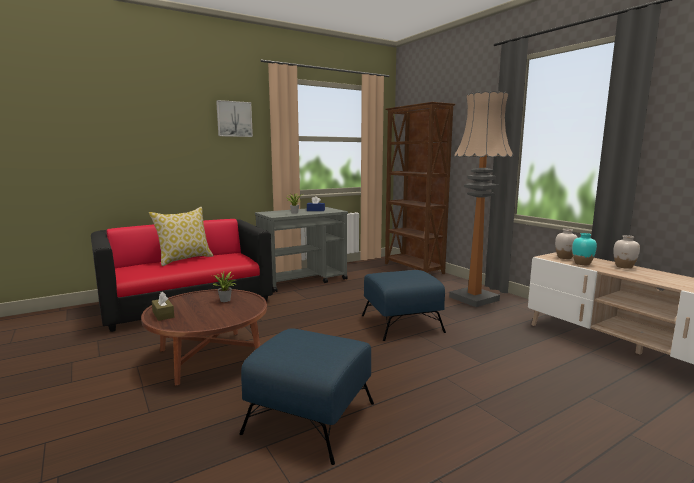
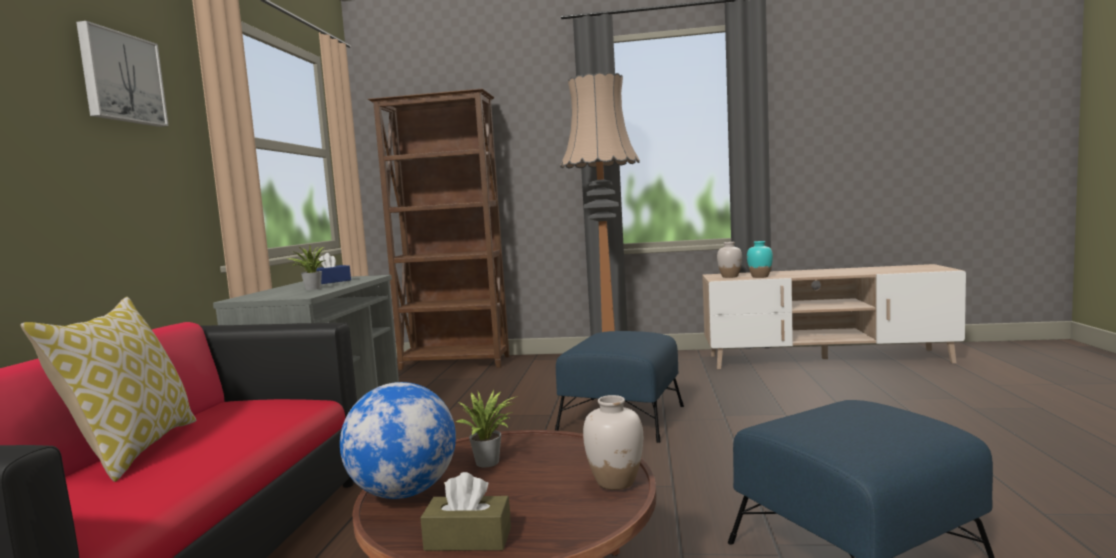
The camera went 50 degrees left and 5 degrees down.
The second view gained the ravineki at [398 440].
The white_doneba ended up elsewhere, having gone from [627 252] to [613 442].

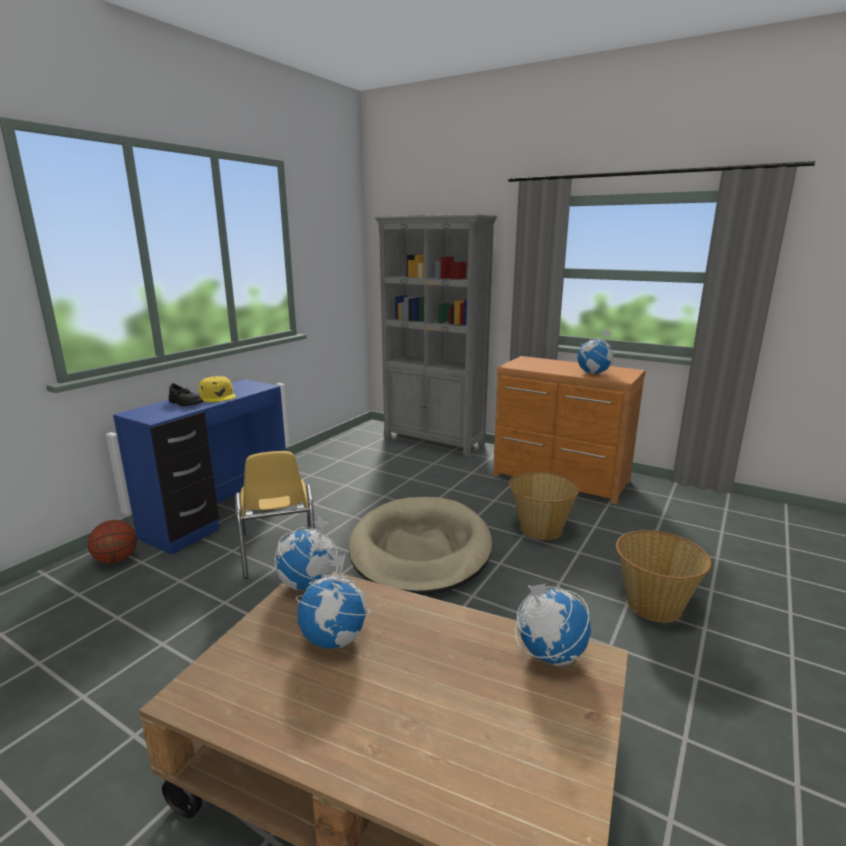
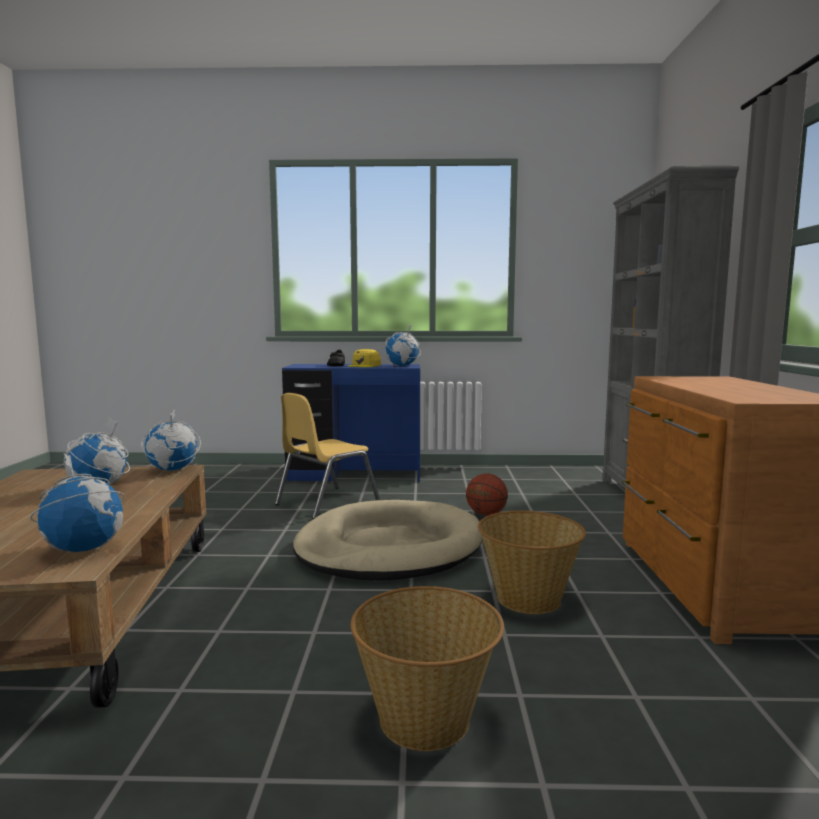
The camera went 60 degrees right and 10 degrees down.
The ravineki ended up elsewhere, having gone from [595 351] to [403 344].
The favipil ended up elsewhere, having gone from [112 542] to [487 494].

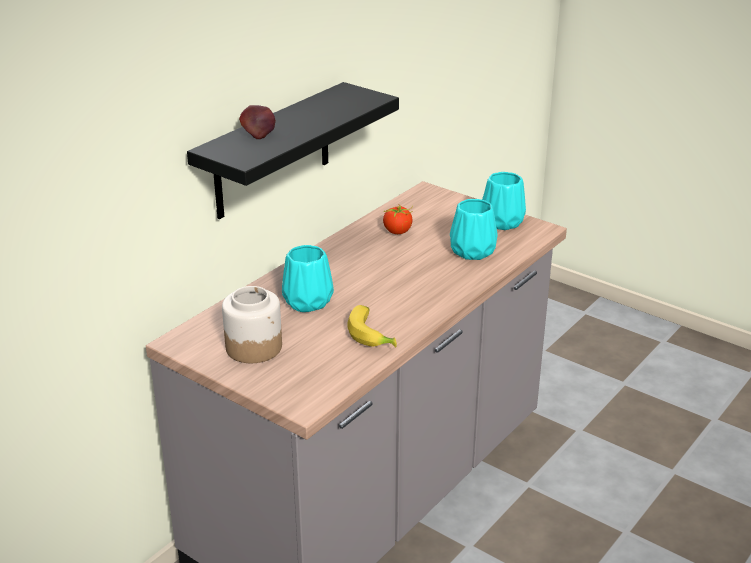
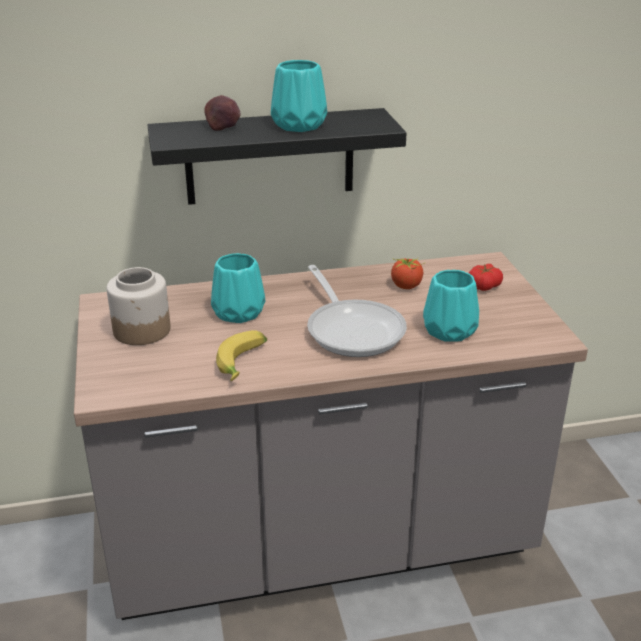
The camera went 40 degrees right and 0 degrees up.
The turquoise_doneba ended up elsewhere, having gone from [504 201] to [299 96].
The second view gained the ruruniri at [357 311].
The second view gained the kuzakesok at [486 277].

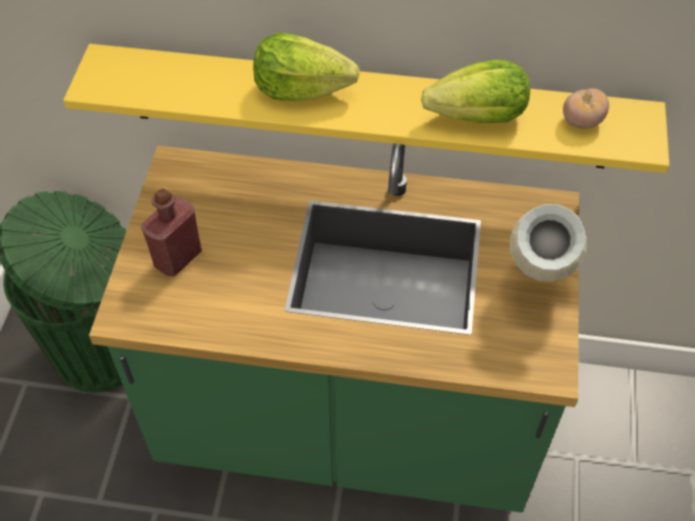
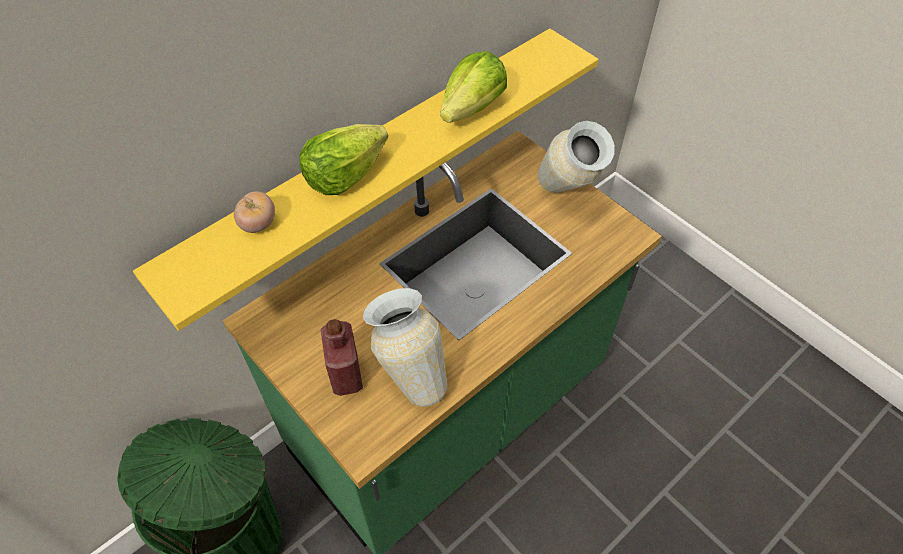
The camera went 50 degrees left and 0 degrees up.
The kuzakesok ended up elsewhere, having gone from [586 108] to [254 212].
The second view gained the doneba at [405 347].

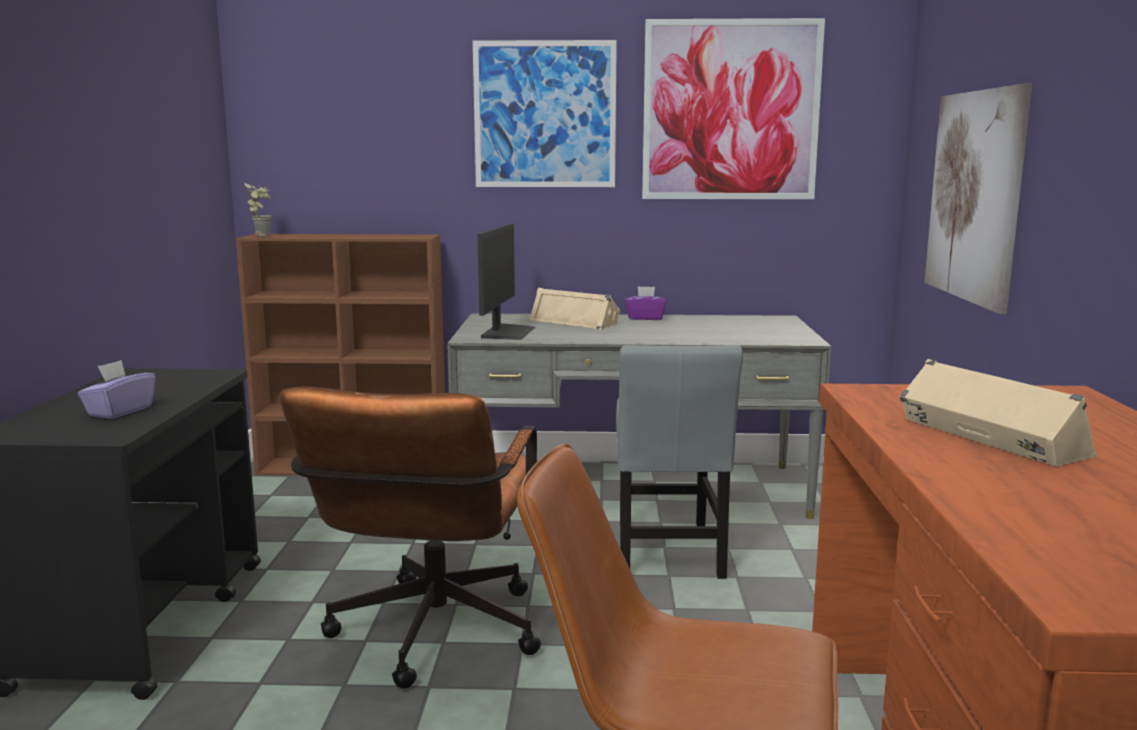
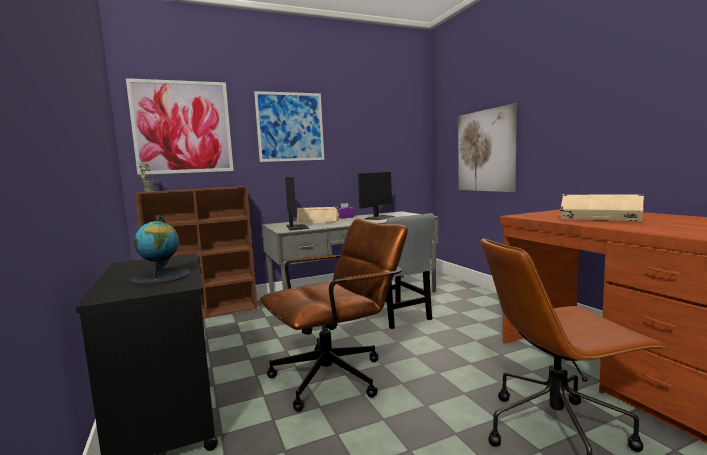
The camera went 25 degrees left and 5 degrees down.
The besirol ended up elsewhere, having gone from [733 108] to [180 126].
Where the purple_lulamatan stood at [116 389], the ravineki came to stand at [160 250].
The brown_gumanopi at [410 538] ended up facing another way, 105 degrees counterclockwise from before.
The second view gained the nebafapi at [377 196].

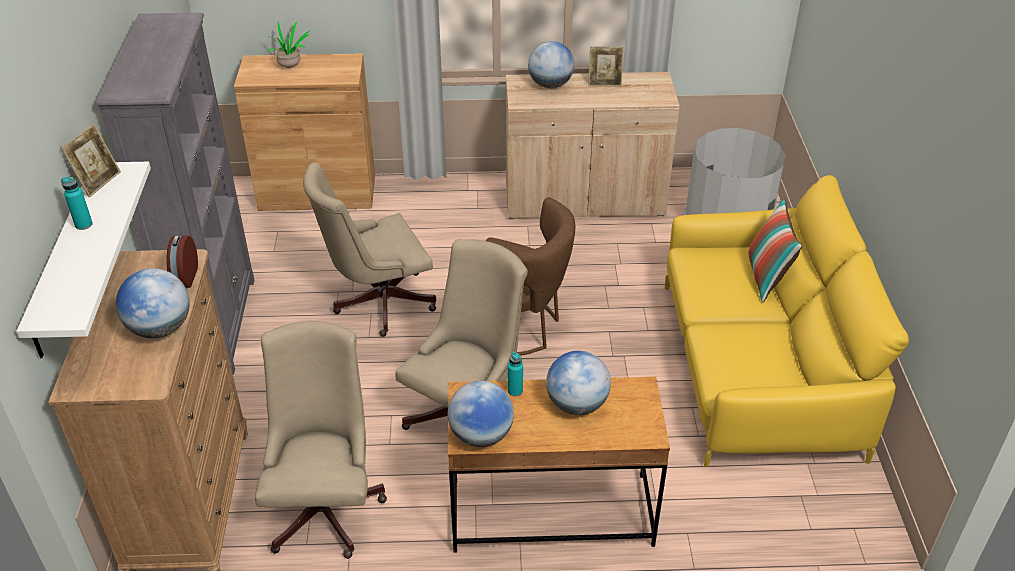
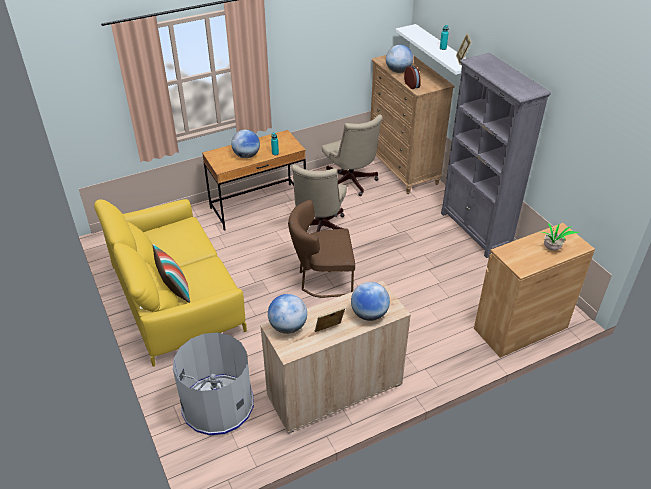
The camera went 155 degrees right and 0 degrees up.
The ravineki ended up elsewhere, having gone from [481 414] to [287 314].
The second view lost the beige_gumanopi at [369 249].

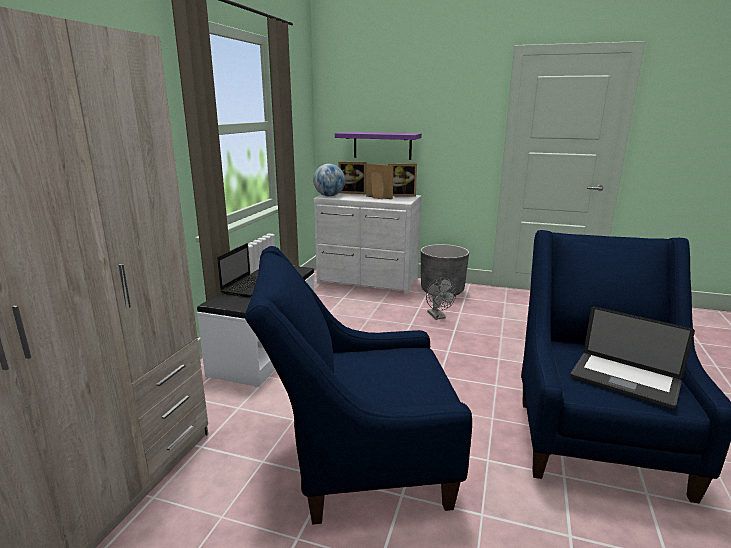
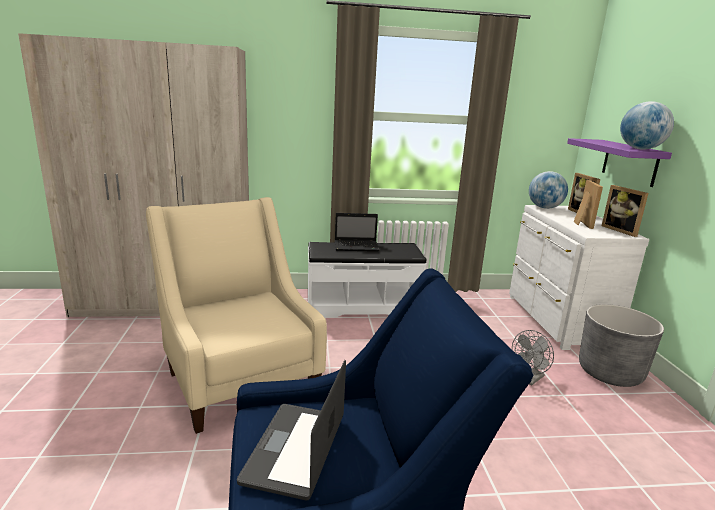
The camera went 65 degrees right and 0 degrees up.
What was the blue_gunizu at [358 385] turned into the beige_gunizu at [236 315].
The second view gained the ravineki at [647 125].

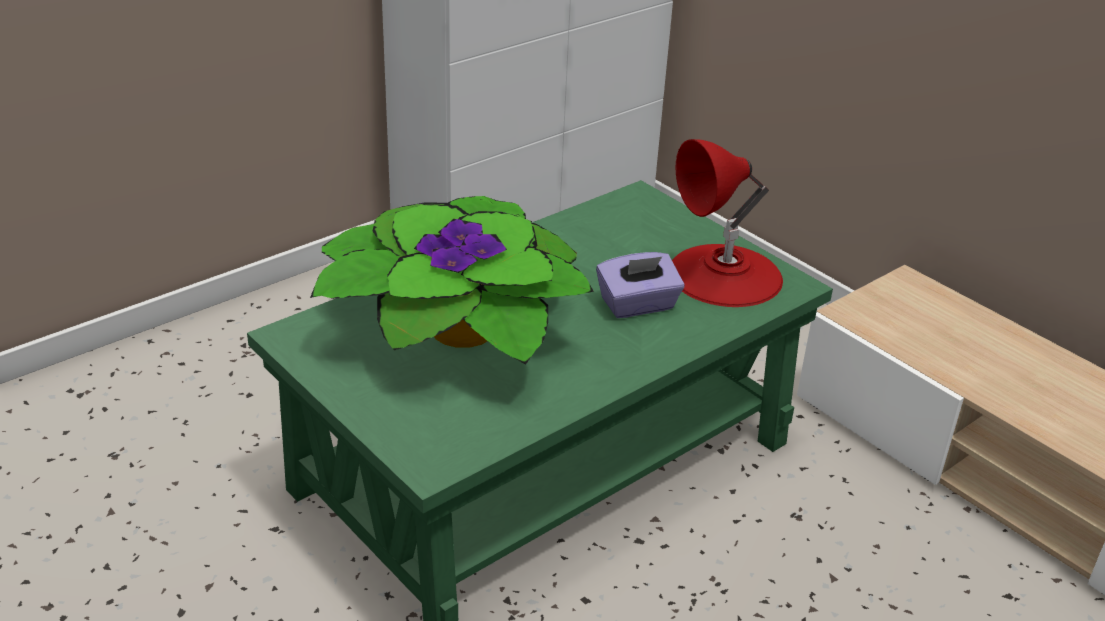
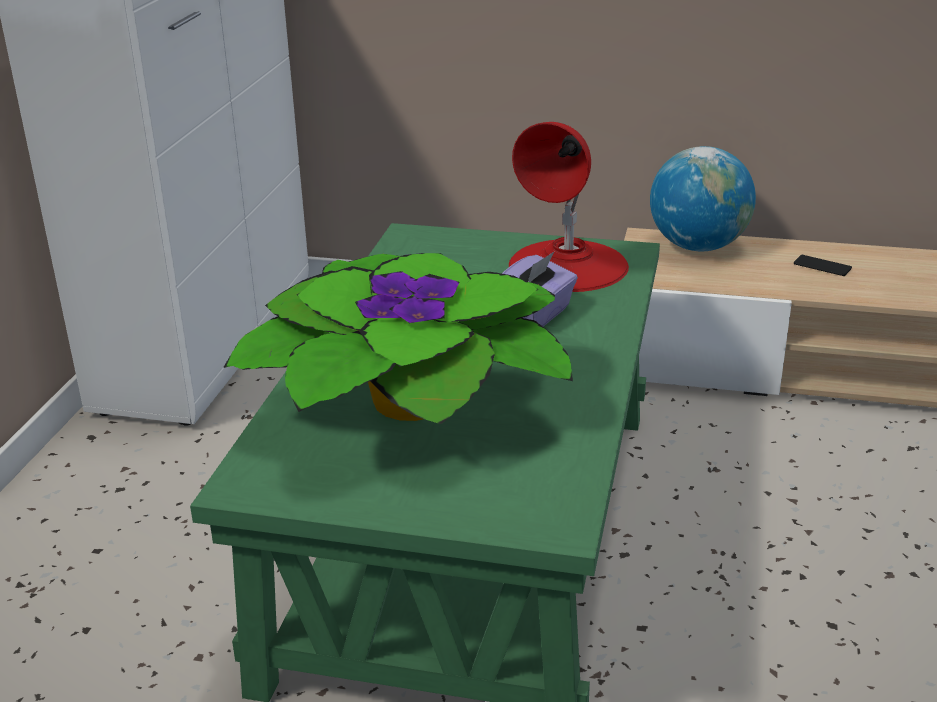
The camera went 35 degrees left and 5 degrees down.
The second view gained the ravineki at [703 198].
The second view gained the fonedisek at [823 265].

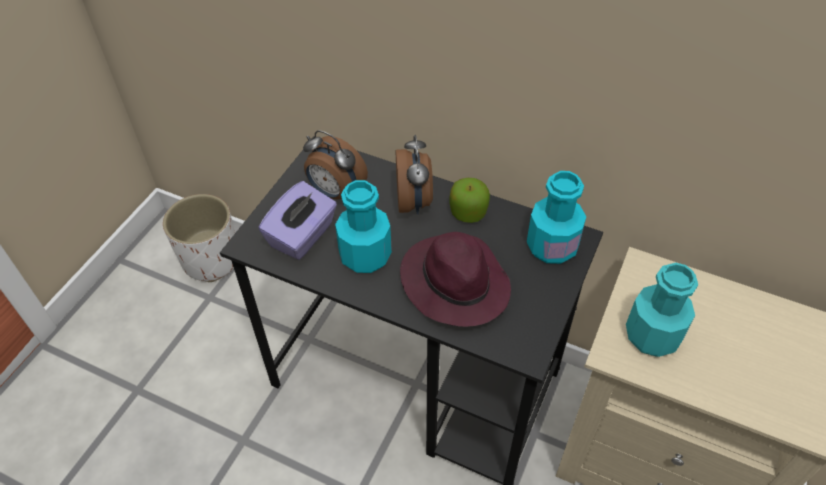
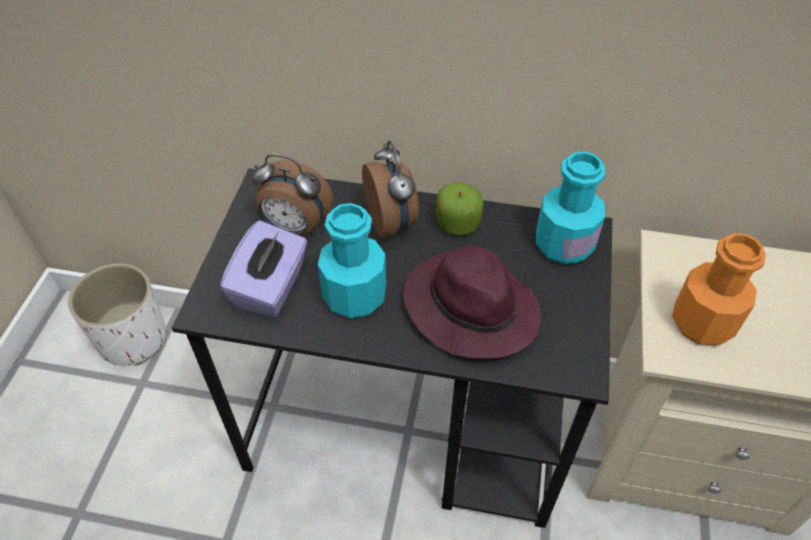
The camera went 15 degrees left and 0 degrees up.
What was the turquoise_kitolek at [662 310] turned into the orange_kitolek at [719 289].

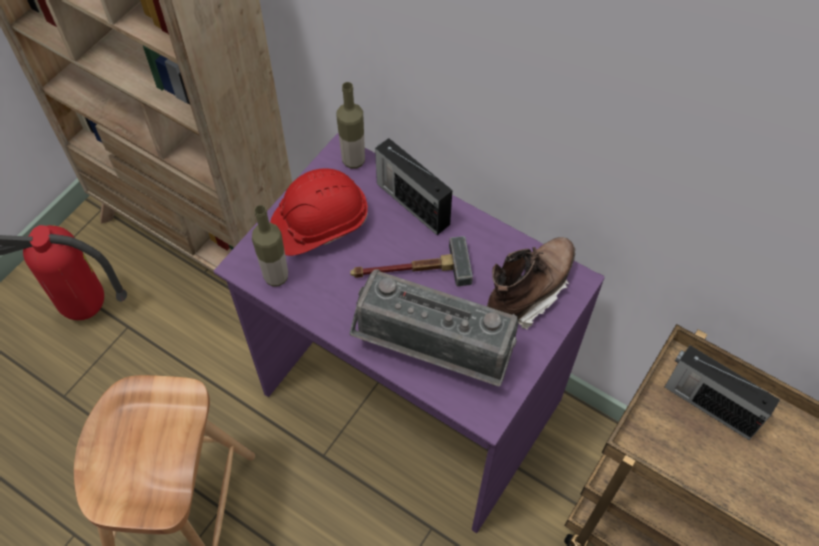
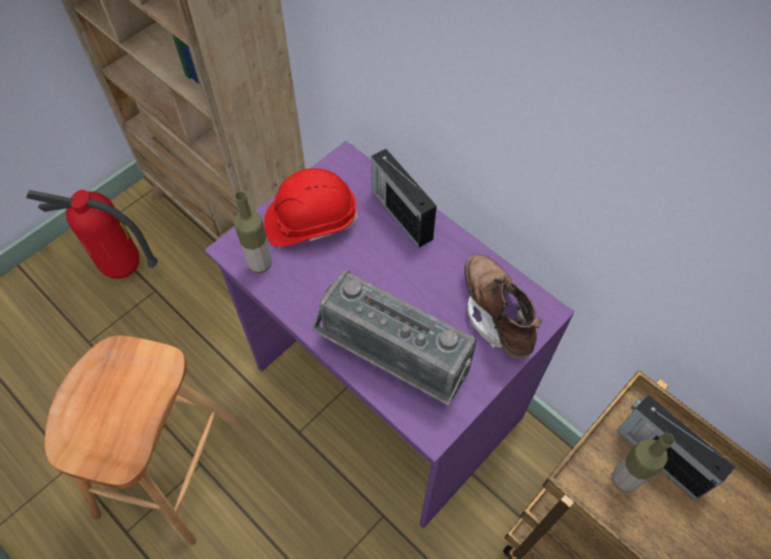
The camera went 10 degrees right and 0 degrees up.
The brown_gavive at [531 283] ended up facing another way, 75 degrees counterclockwise from before.
The kitolek ended up elsewhere, having gone from [351 125] to [643 462].
The second view lost the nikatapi at [411 261].

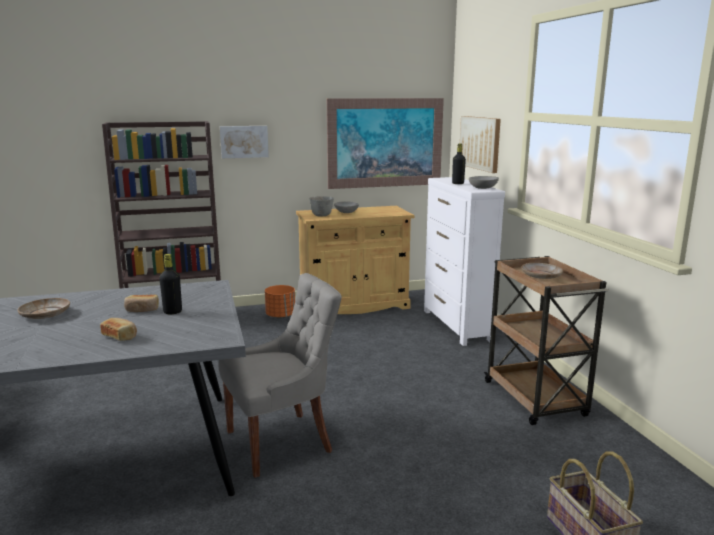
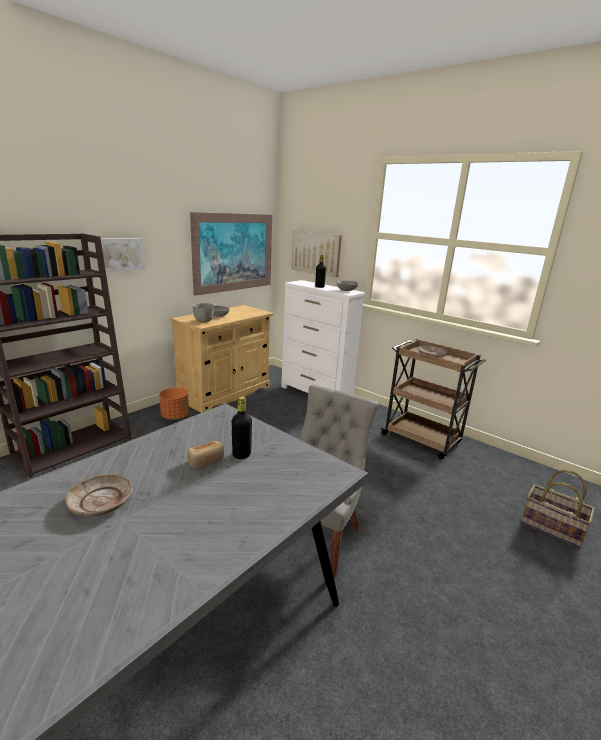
The camera went 35 degrees left and 5 degrees up.
The second view lost the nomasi at [118 329].

